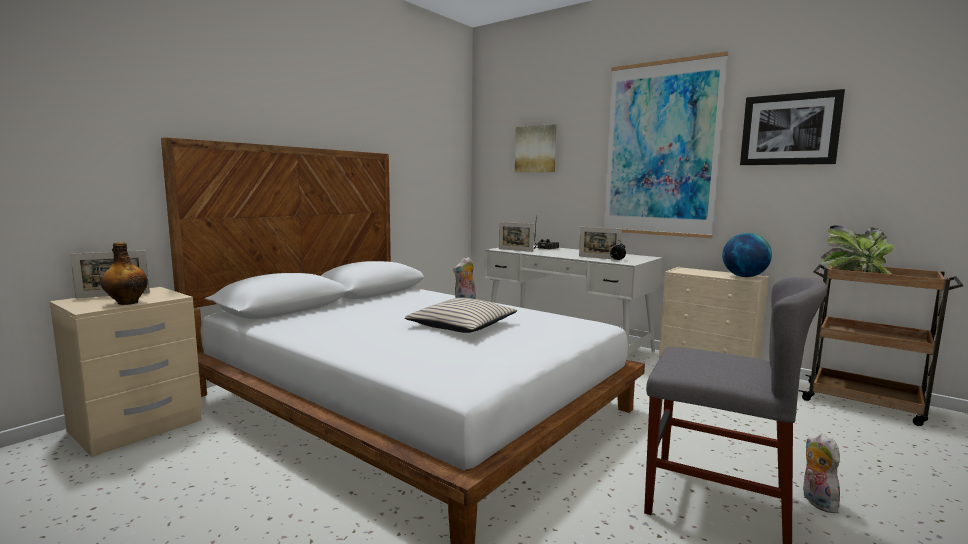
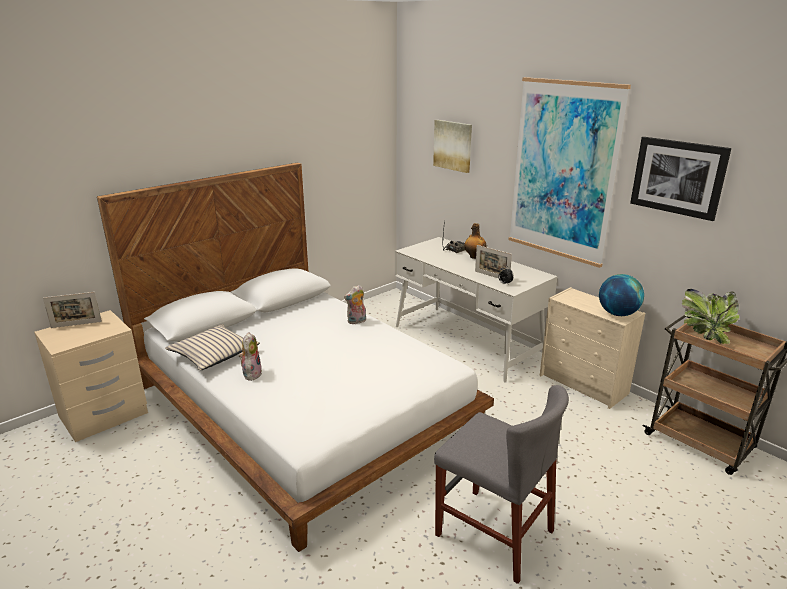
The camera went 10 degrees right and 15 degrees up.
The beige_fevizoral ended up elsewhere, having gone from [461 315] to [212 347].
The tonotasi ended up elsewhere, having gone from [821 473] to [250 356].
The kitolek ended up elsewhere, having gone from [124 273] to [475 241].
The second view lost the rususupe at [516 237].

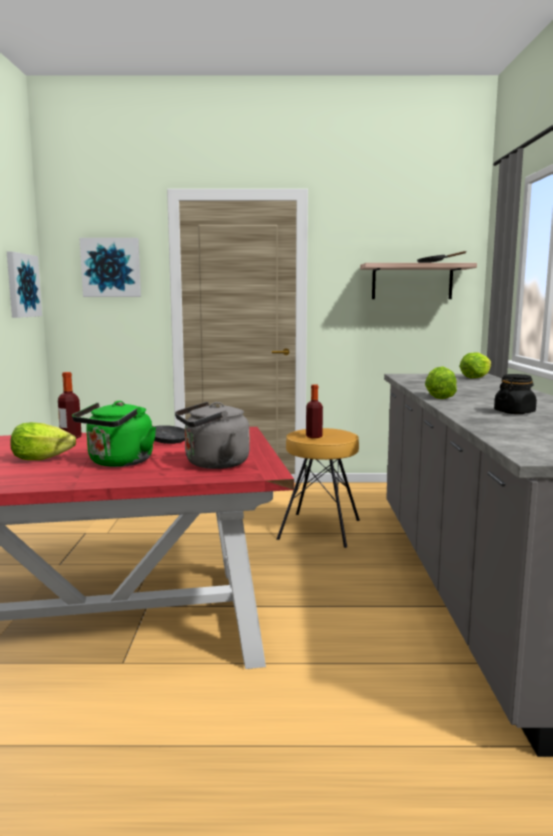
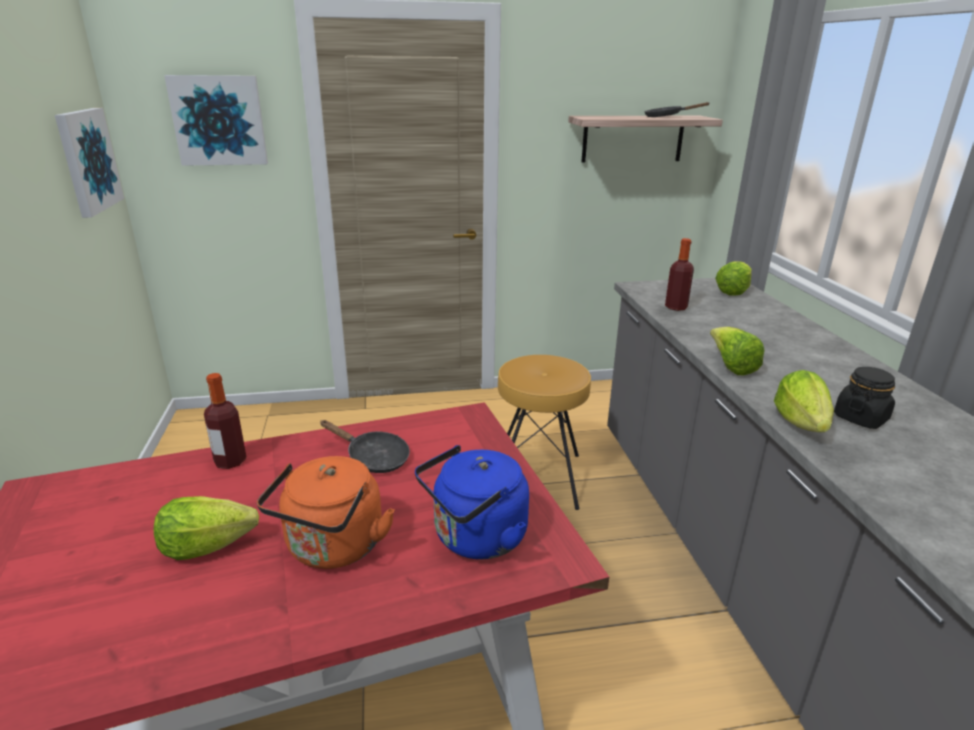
The camera went 10 degrees left and 15 degrees up.
What was the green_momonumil at [114 434] turned into the orange_momonumil at [326 512].
What was the grey_momonumil at [212 435] turned into the blue_momonumil at [472 502].
The kitolek ended up elsewhere, having gone from [314 411] to [679 274].
The second view gained the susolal at [804 401].

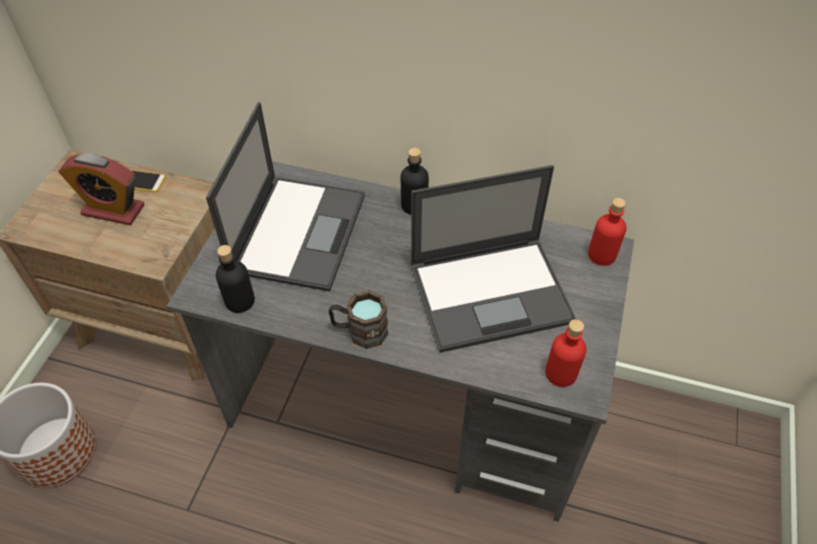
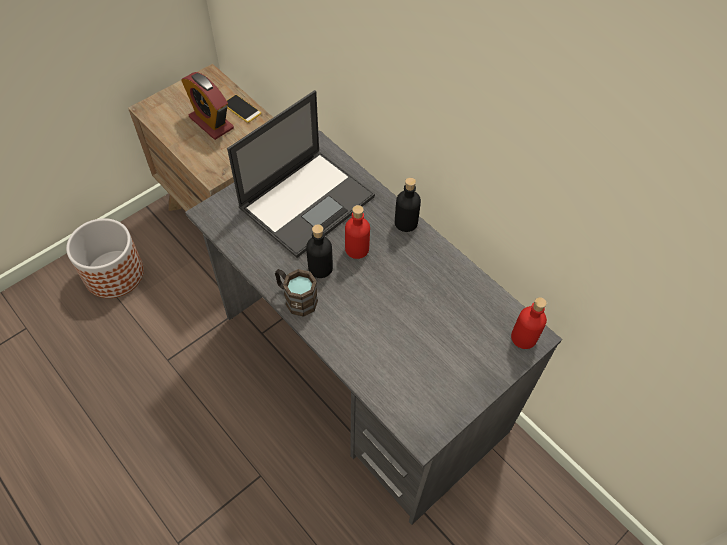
The camera went 30 degrees right and 5 degrees up.
The black_kitolek ended up elsewhere, having gone from [235 279] to [319 251].
The red_kitolek ended up elsewhere, having gone from [565 353] to [357 232].
The second view lost the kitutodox at [493 259].

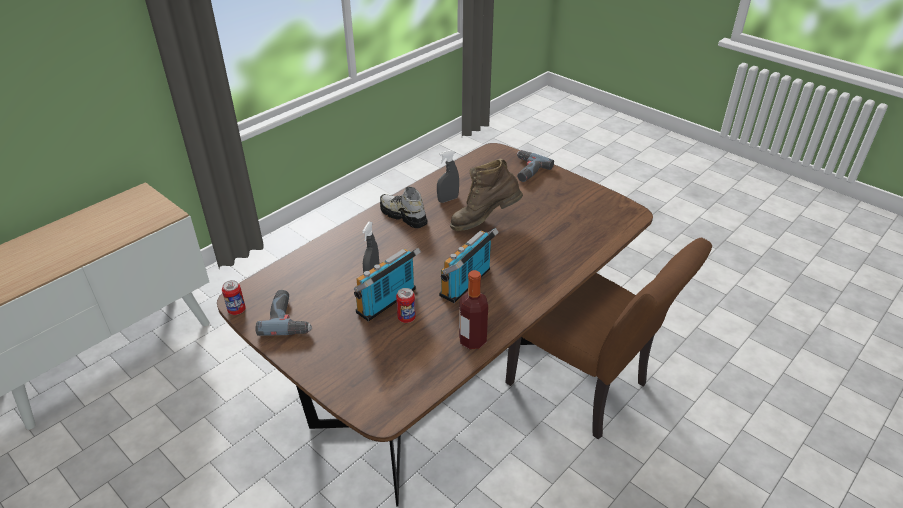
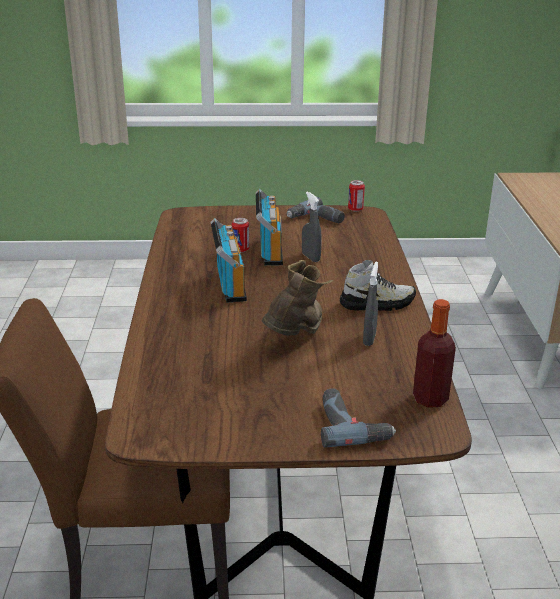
The camera went 135 degrees right and 10 degrees down.
The kitolek ended up elsewhere, having gone from [473 309] to [434 353].

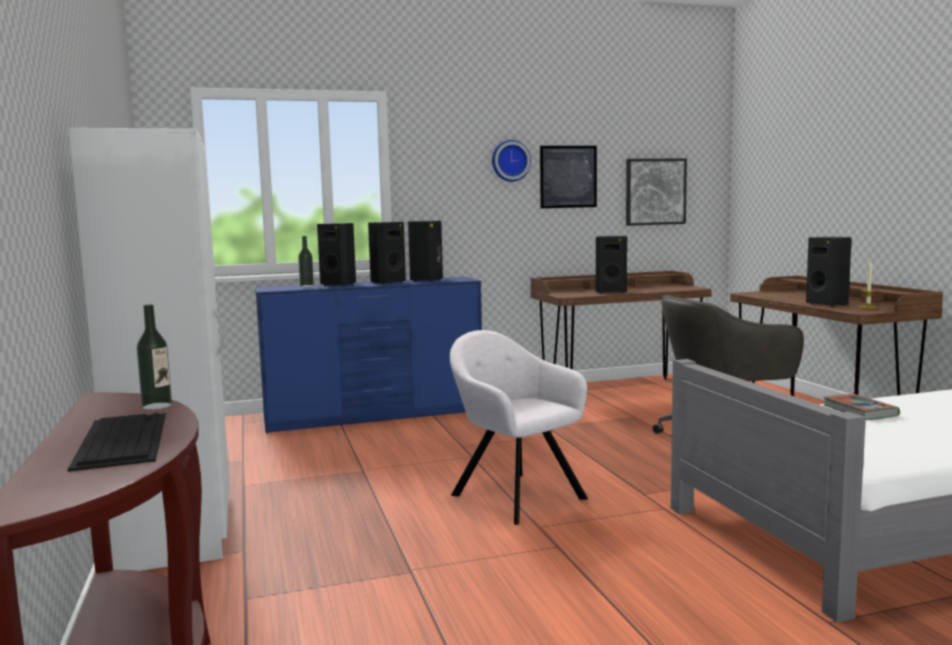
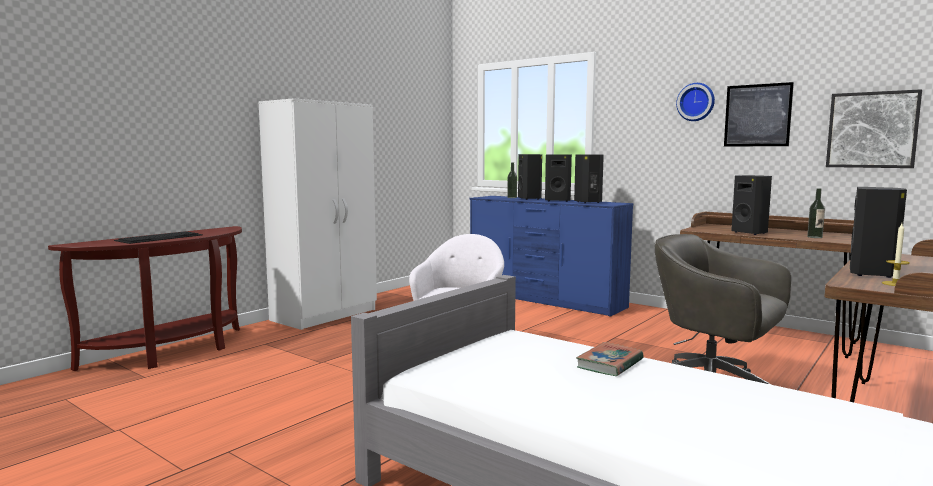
The camera went 55 degrees right and 0 degrees up.
The kitolek ended up elsewhere, having gone from [154 357] to [816 213].

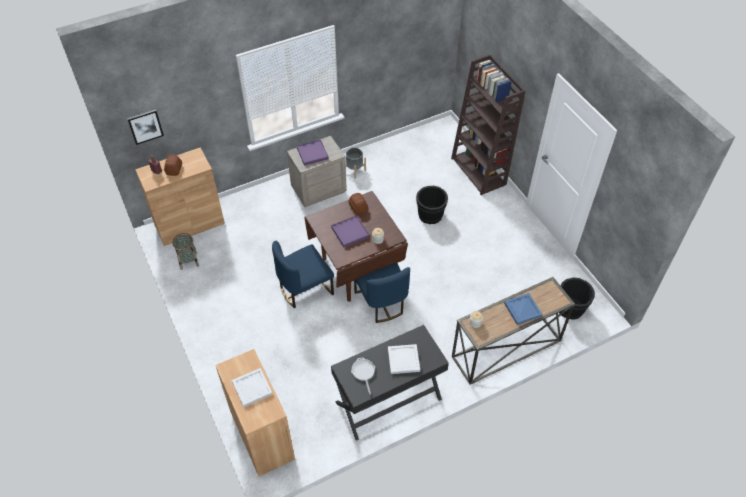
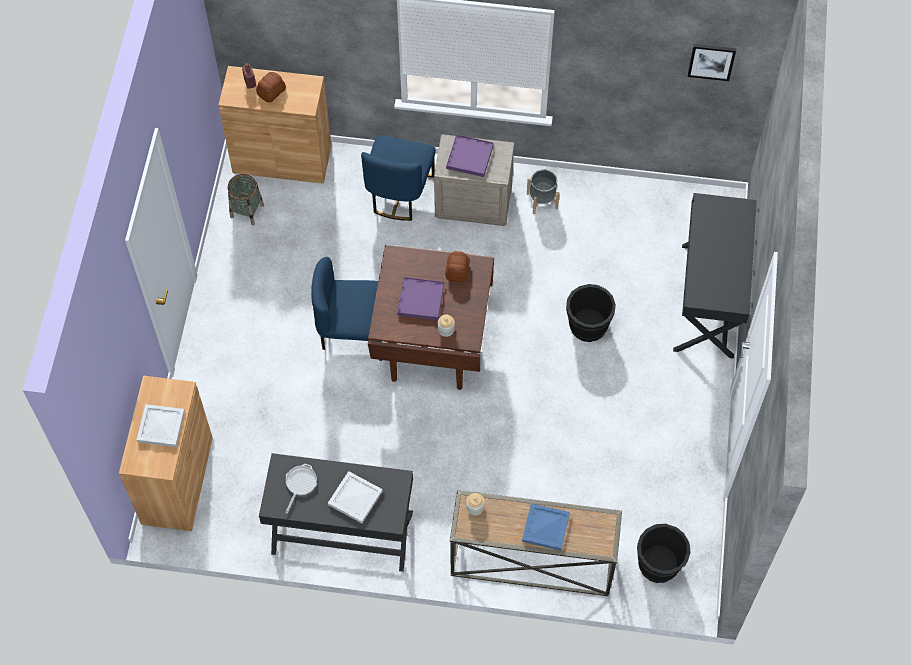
The camera went 35 degrees right and 10 degrees up.
The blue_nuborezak ended up elsewhere, having gone from [382 293] to [398 178].
Where the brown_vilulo stood at [488 125], the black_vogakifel came to stand at [715 276].
The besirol ended up elsewhere, having gone from [145 127] to [711 62].

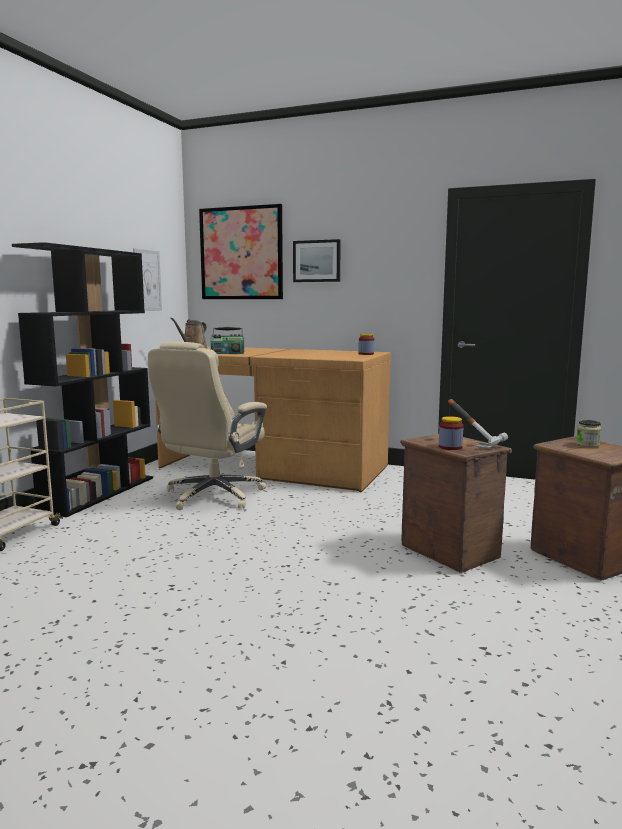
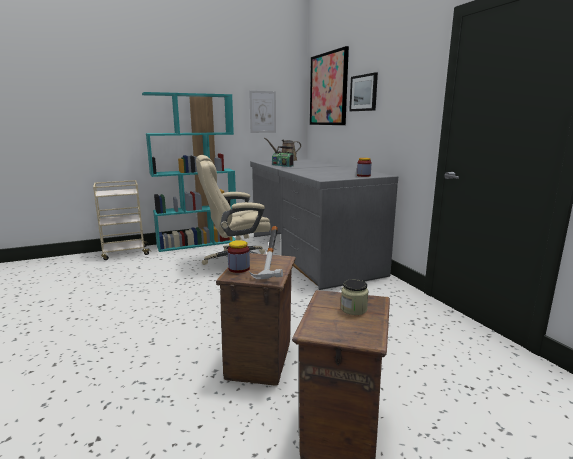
The camera went 45 degrees right and 5 degrees up.
What was the black_vilulo at [82 379] turned into the turquoise_vilulo at [189 172].
What was the brown_vogakifel at [273 419] turned into the grey_vogakifel at [324 224].

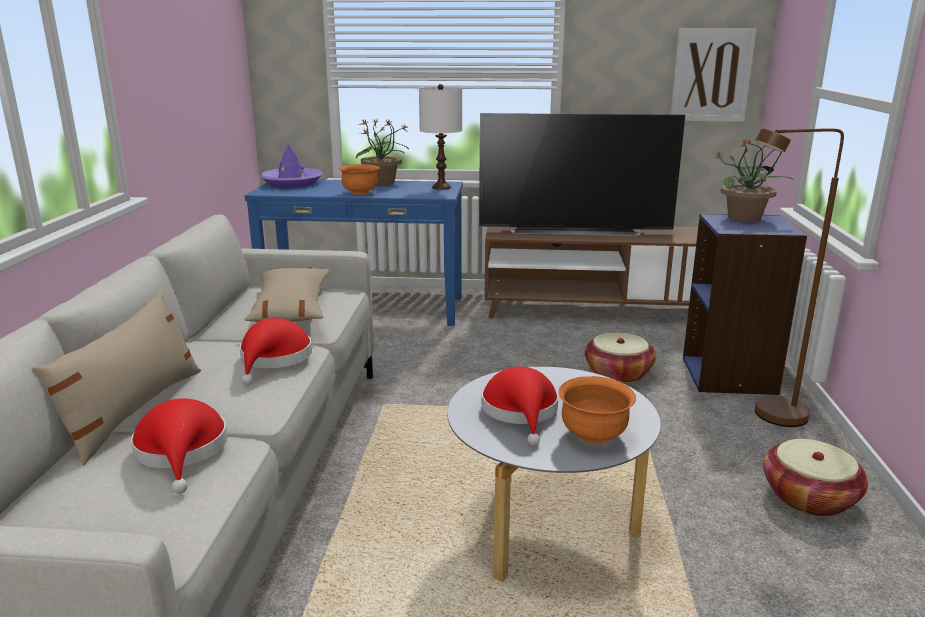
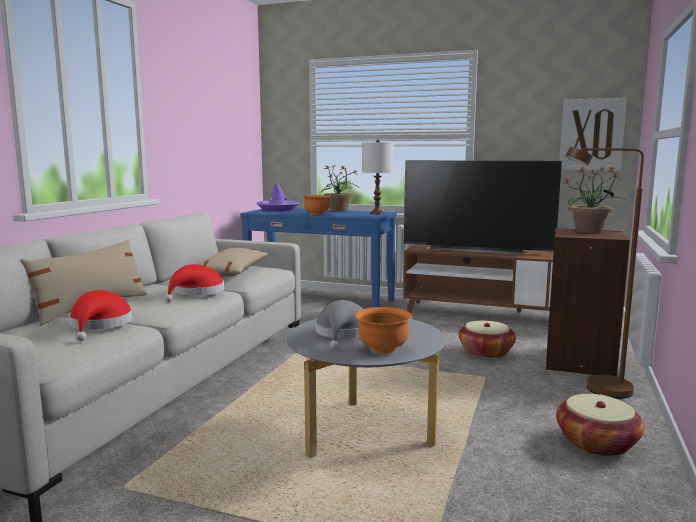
The camera went 15 degrees right and 10 degrees down.
What was the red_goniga at [520 406] turned into the grey_goniga at [339 325].
What was the blue_vilulo at [745 304] turned into the brown_vilulo at [588 302].

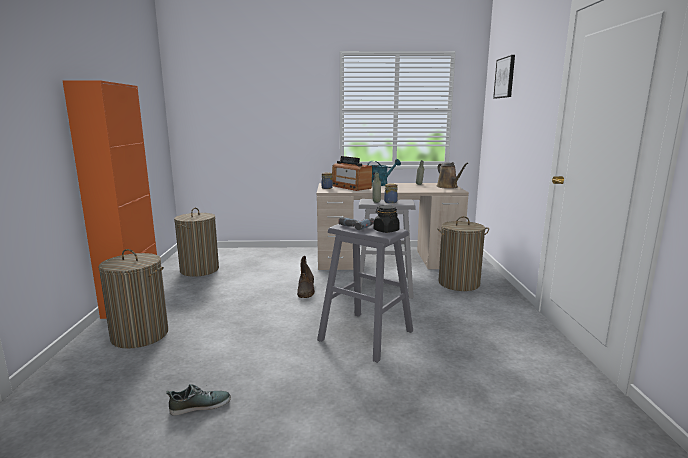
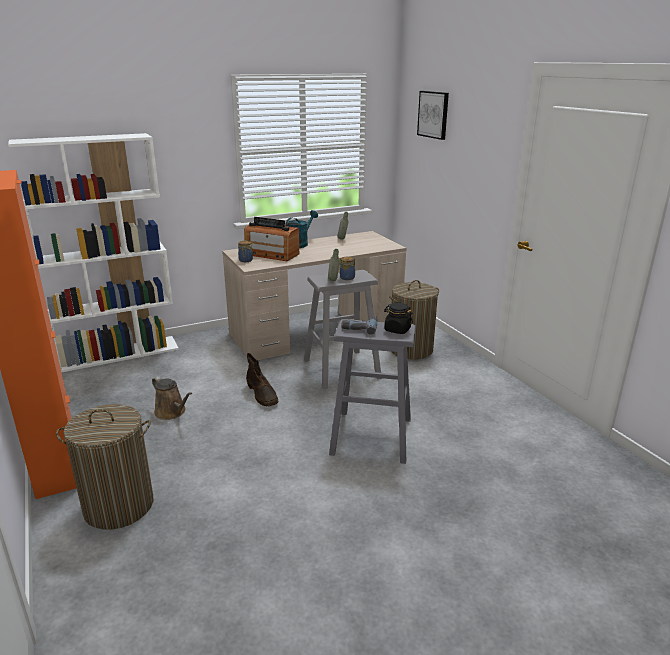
The camera went 25 degrees left and 10 degrees up.
The second view gained the white_vilulo at [93 253].
The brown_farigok ended up elsewhere, having gone from [452 175] to [172 398].
The second view lost the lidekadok at [198 400].
The second view lost the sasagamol at [196 242].

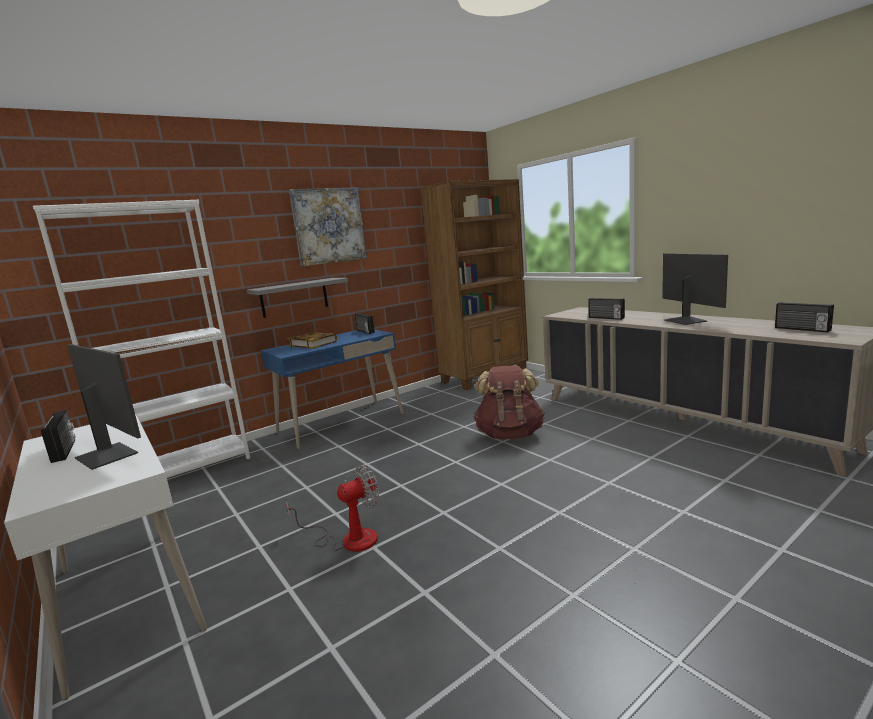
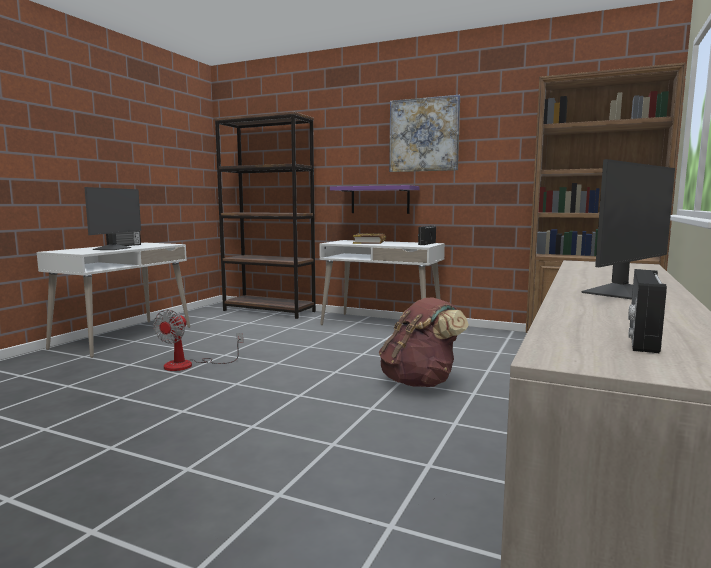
The camera went 60 degrees right and 5 degrees down.
The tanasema at [332 508] ended up facing another way, 75 degrees clockwise from before.
What was the white_vilulo at [141 339] turned into the brown_vilulo at [265 215].
What was the blue_vogakifel at [332 389] turned into the white_vogakifel at [382 282].
What was the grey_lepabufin at [297 298] turned into the purple_lepabufin at [375 199].
The second view lost the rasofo at [606 309].

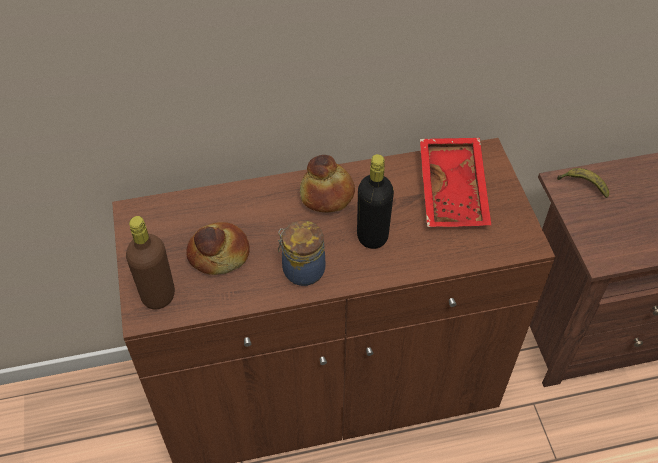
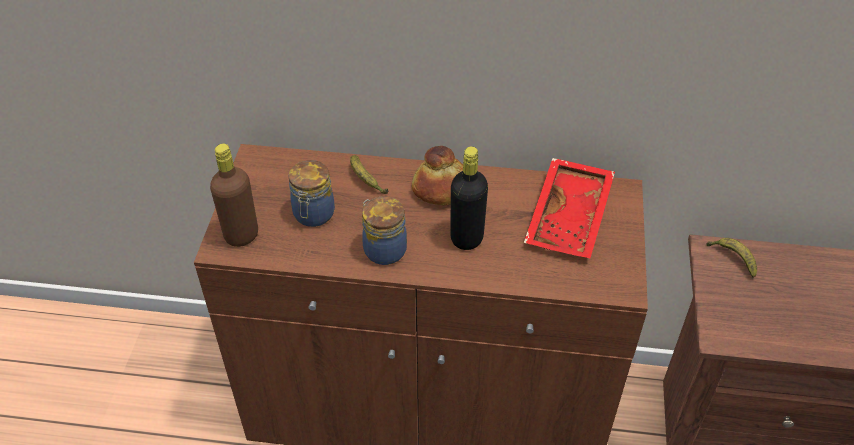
The camera went 20 degrees right and 5 degrees down.
Where the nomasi stood at [218 248], the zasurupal came to stand at [311 193].
The second view gained the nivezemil at [369 174].

